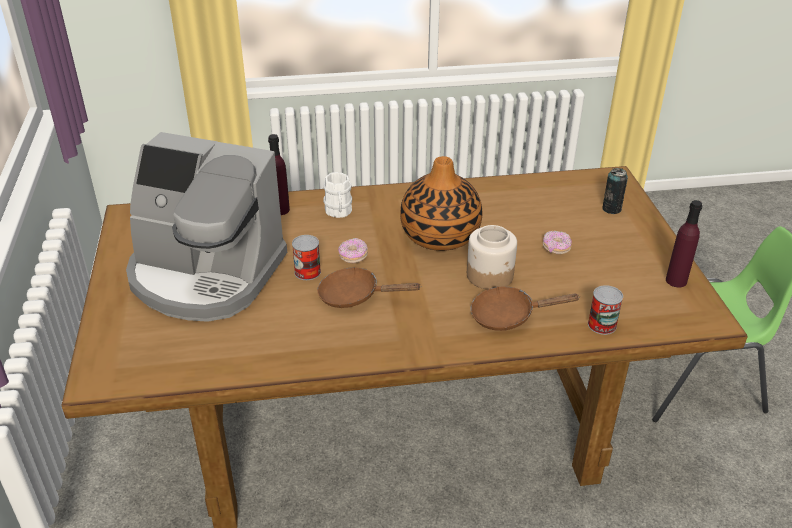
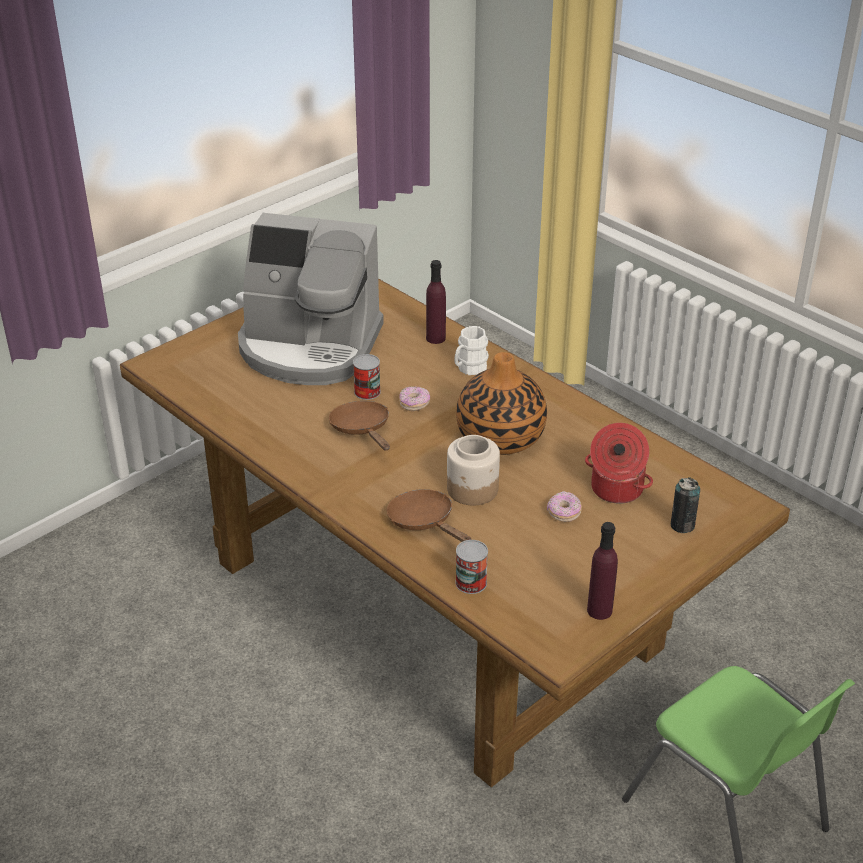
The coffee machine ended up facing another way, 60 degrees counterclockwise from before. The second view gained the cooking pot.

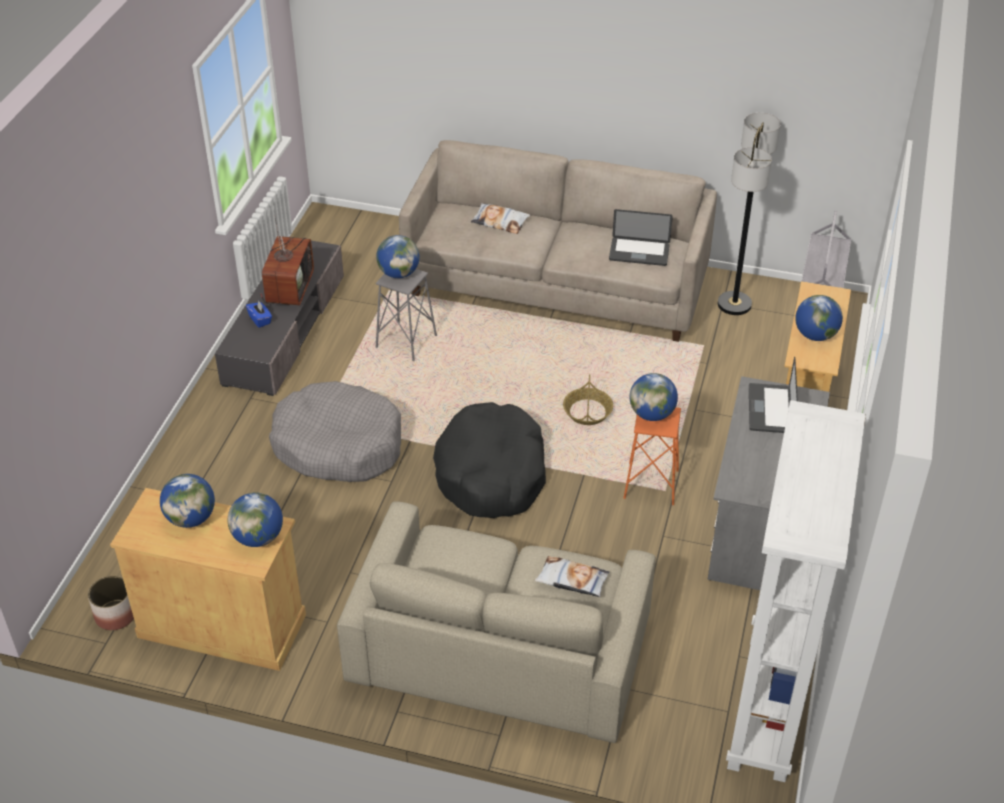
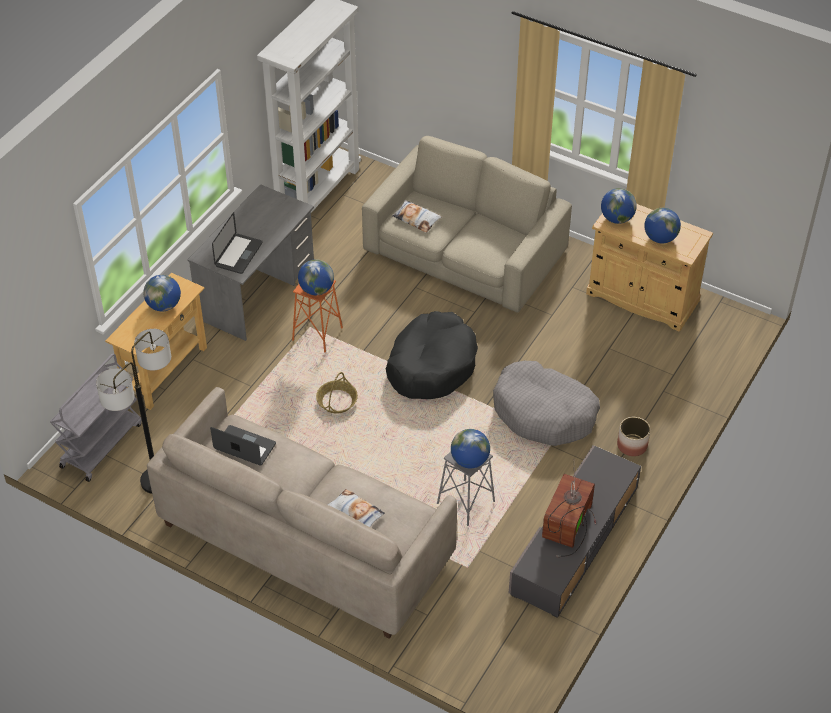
The planter ended up elsewhere. The second view lost the blue tissue box.

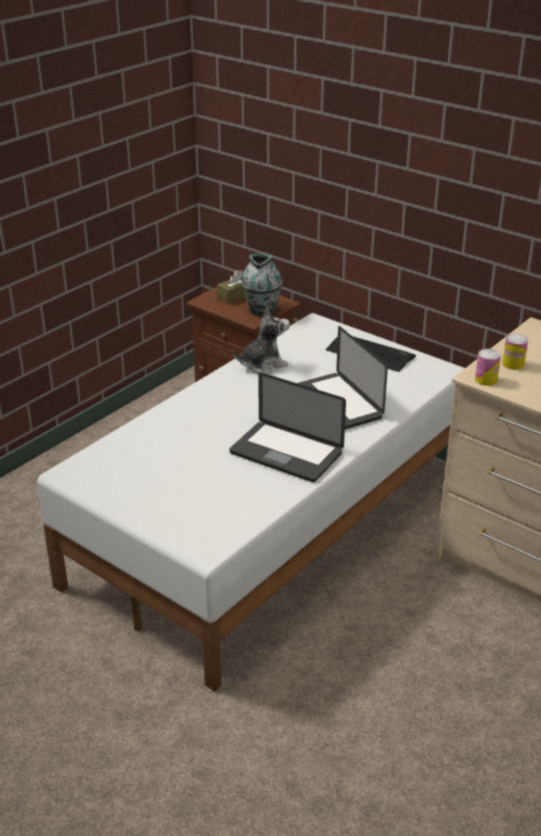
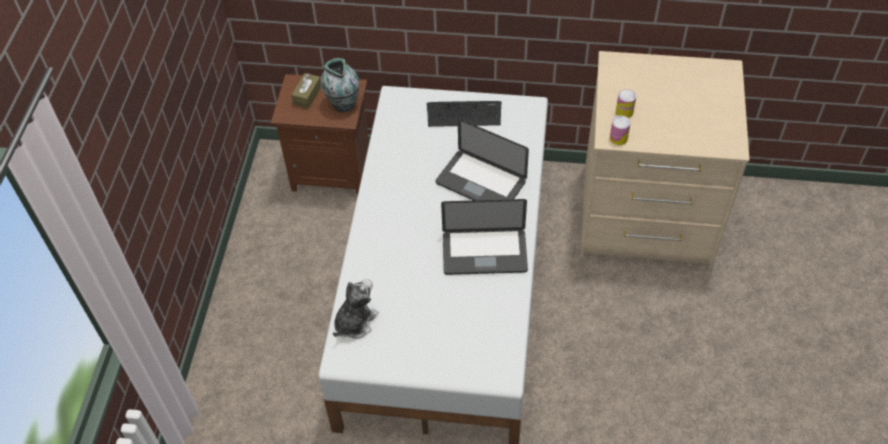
The plush toy ended up elsewhere.

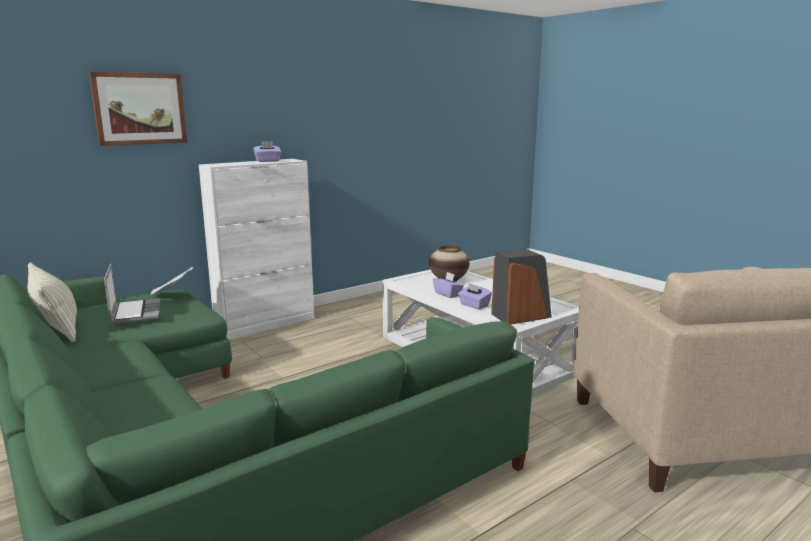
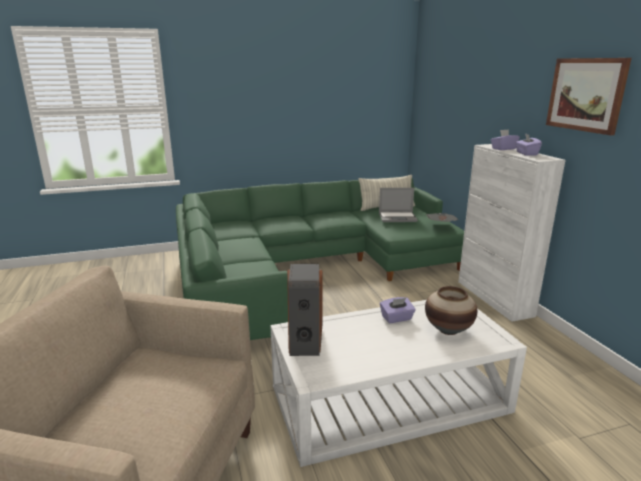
The purple tissue box (3rd from left in the first image) ended up elsewhere. The picture ended up elsewhere.

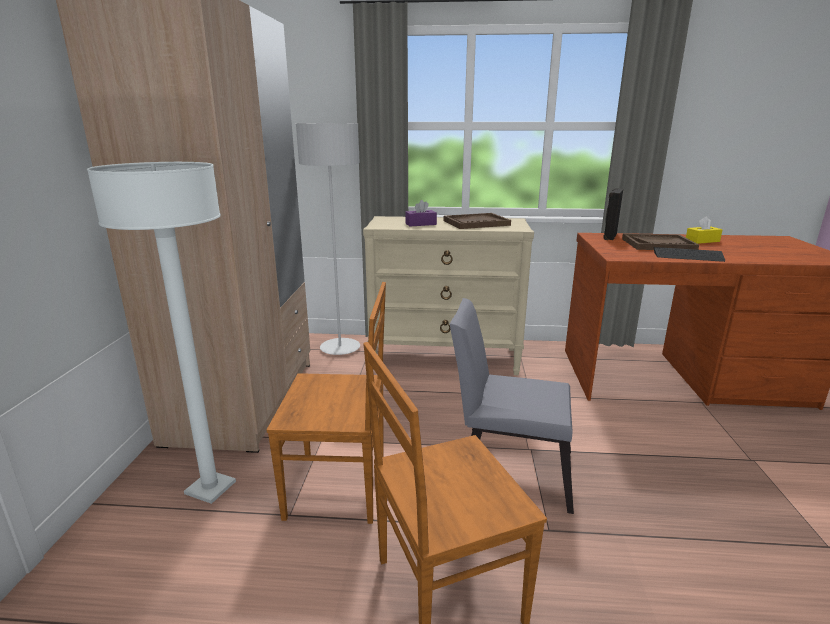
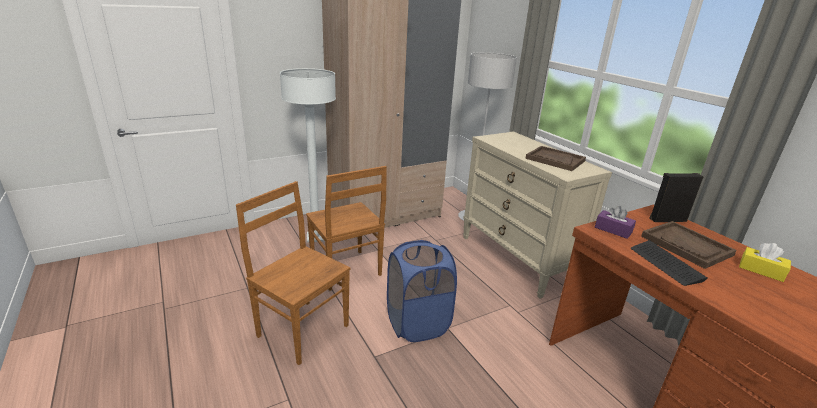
Where the grey chair stood, the blue laundry basket came to stand. The purple tissue box ended up elsewhere.

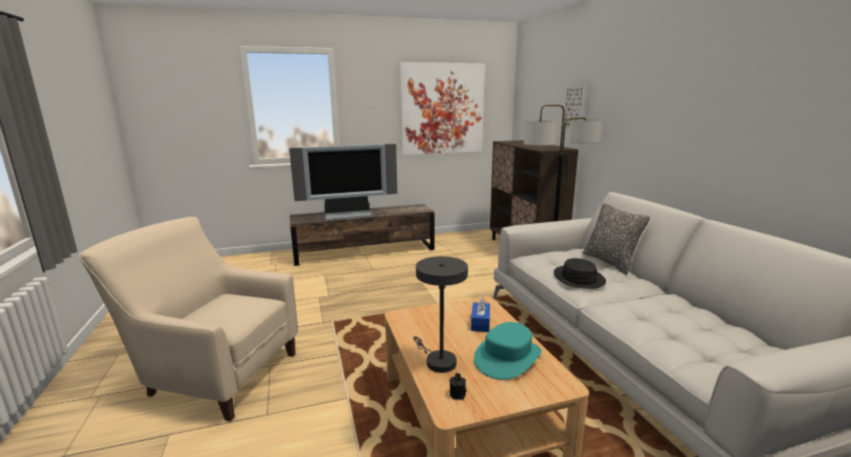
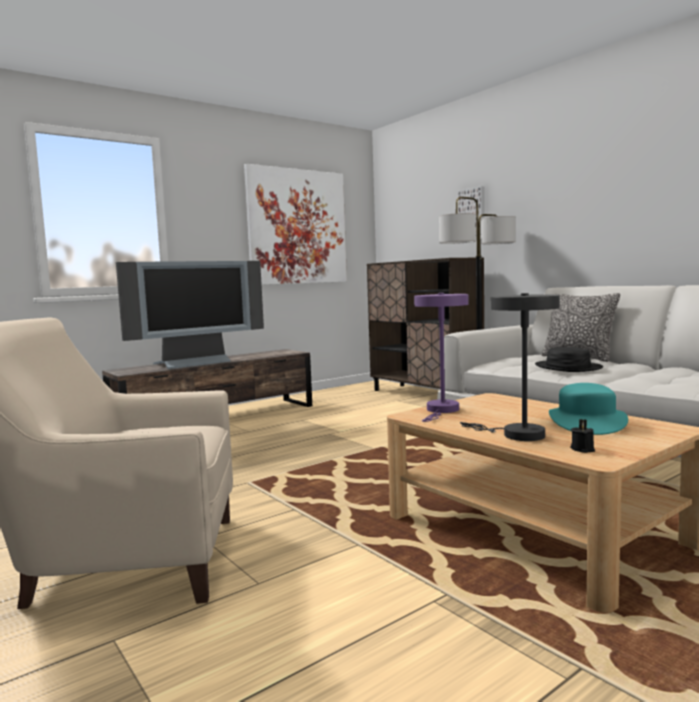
The second view gained the purple table lamp. The second view lost the blue tissue box.

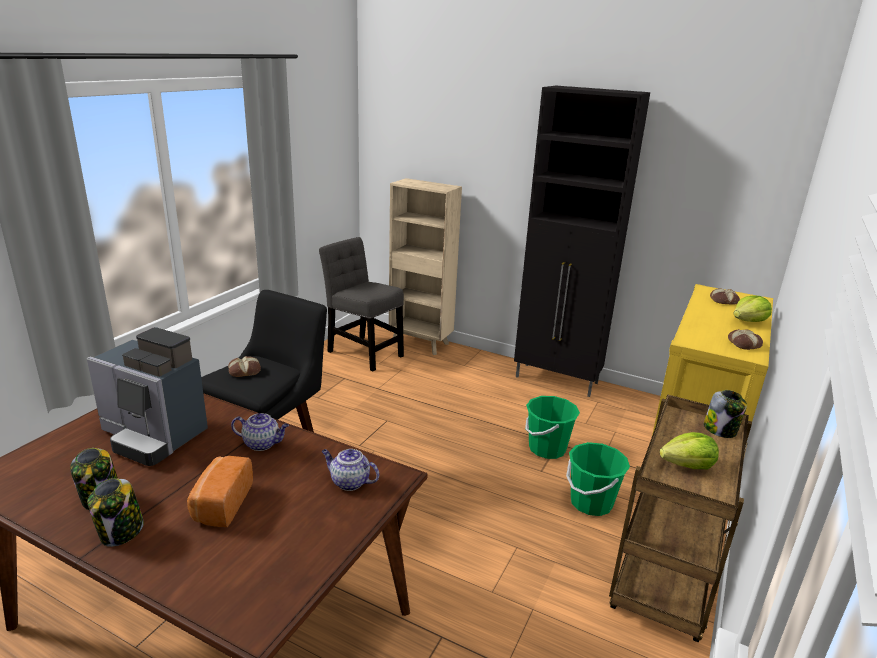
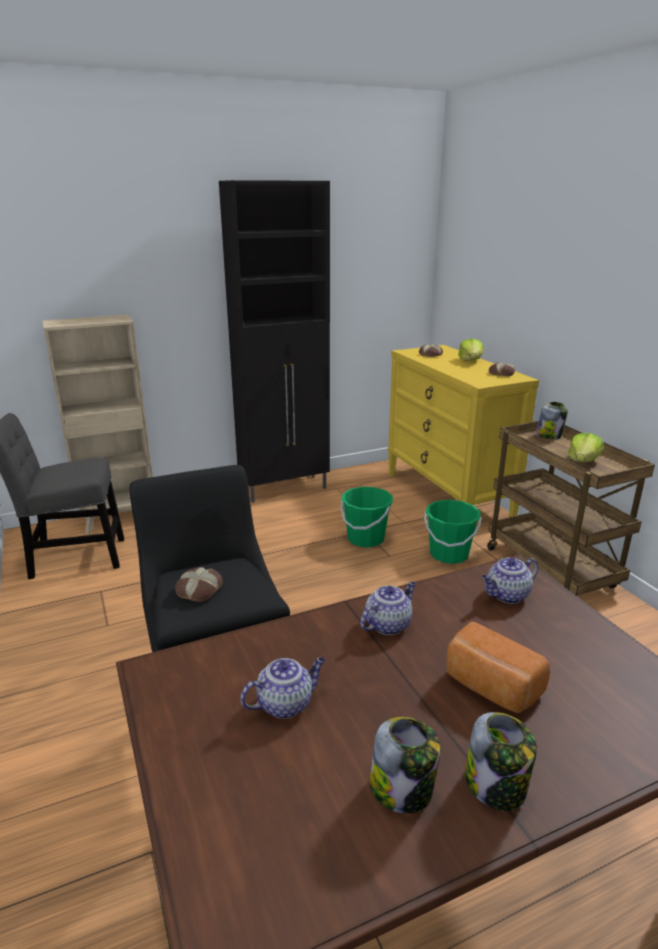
Where the coffee machine stood, the teapot (1st from left) came to stand.

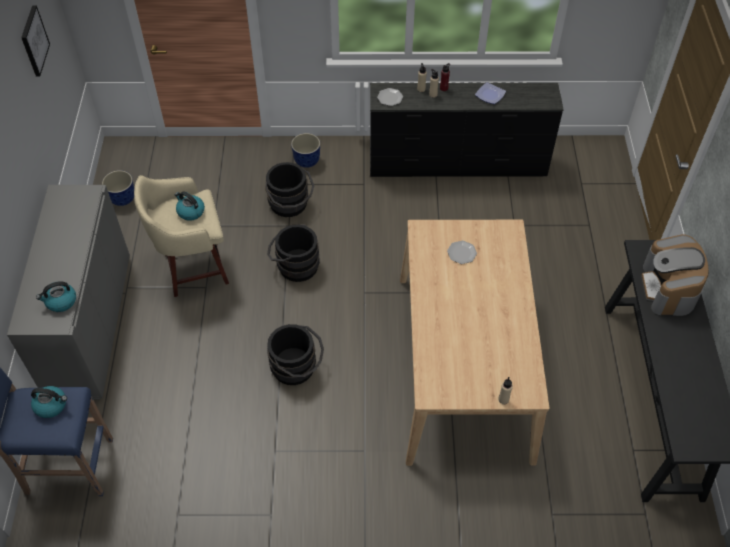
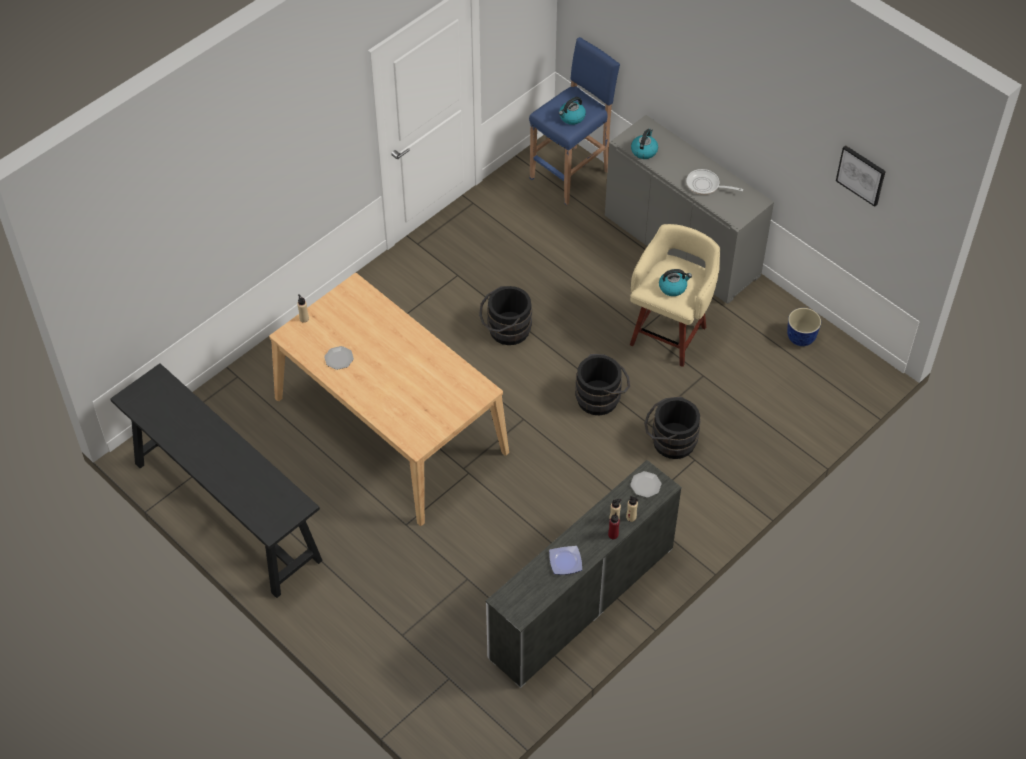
The plate (2nd from left in the first image) ended up elsewhere. What was the black dresser turned into the white dresser. The second view gained the frying pan. The second view lost the planter (2nd from left). The second view lost the coffee machine.

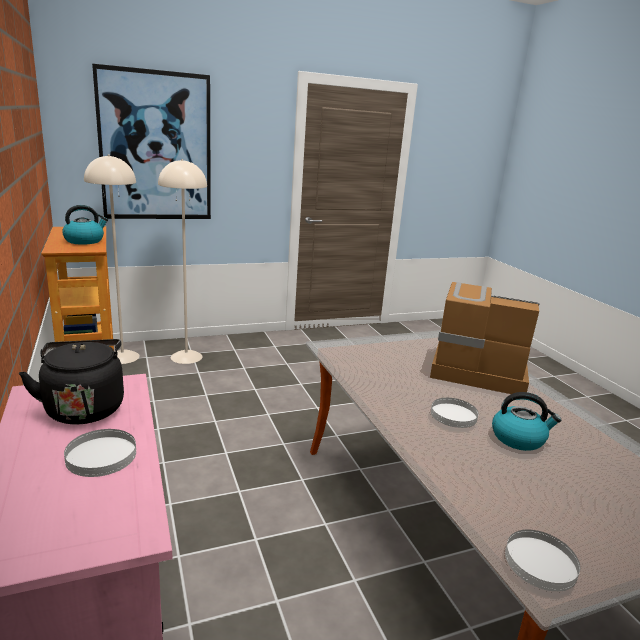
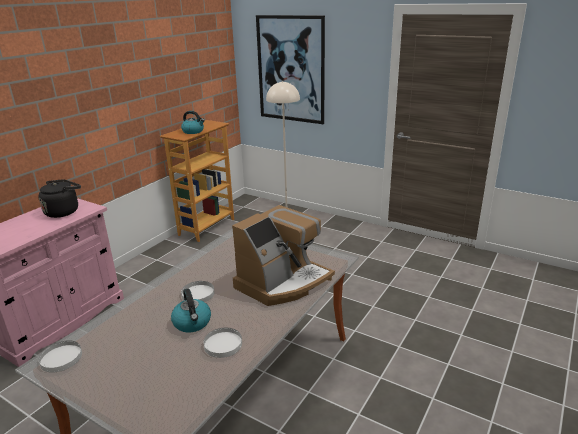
The white plate (1st from left in the first image) ended up elsewhere. The coffee machine ended up facing another way, 60 degrees clockwise from before. The second view lost the beige floor lamp (1st from left).

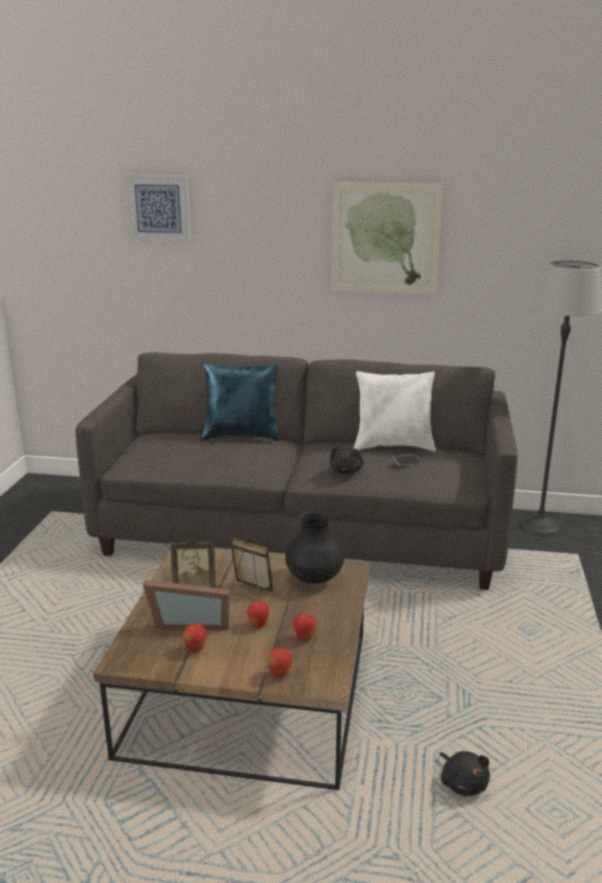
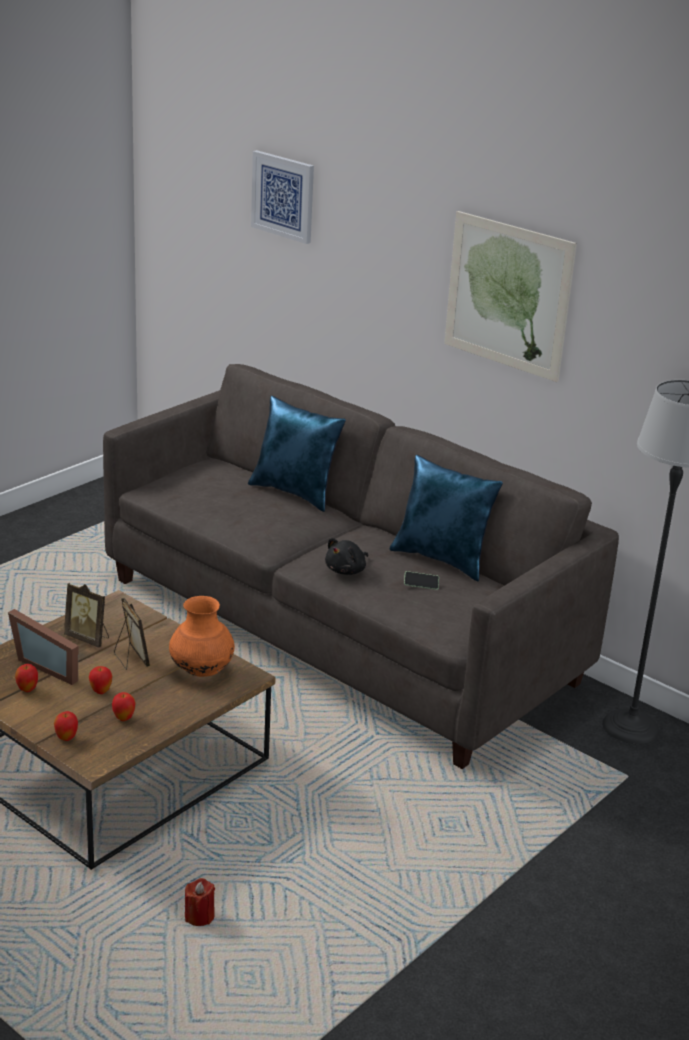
What was the black vase turned into the orange vase. Where the black plush toy (2nd from left) stood, the red candle came to stand. What was the white pillow turned into the blue pillow (2nd from left).

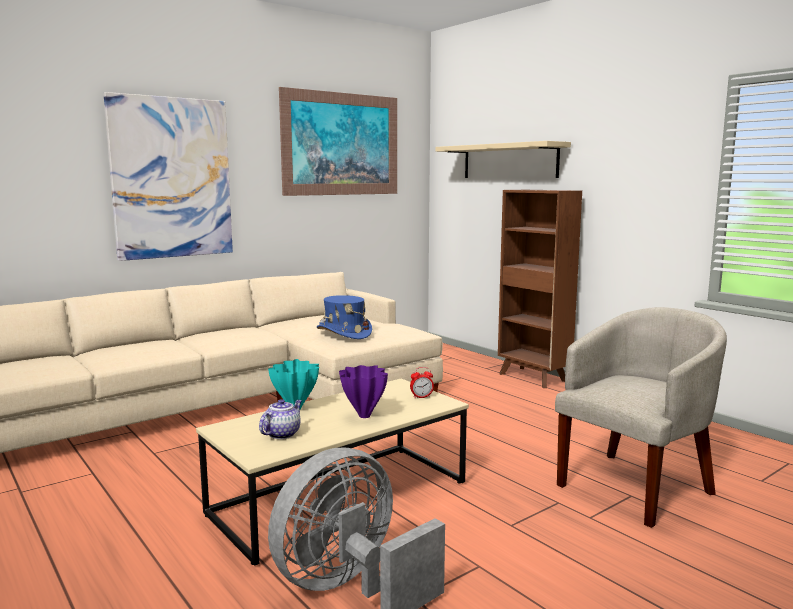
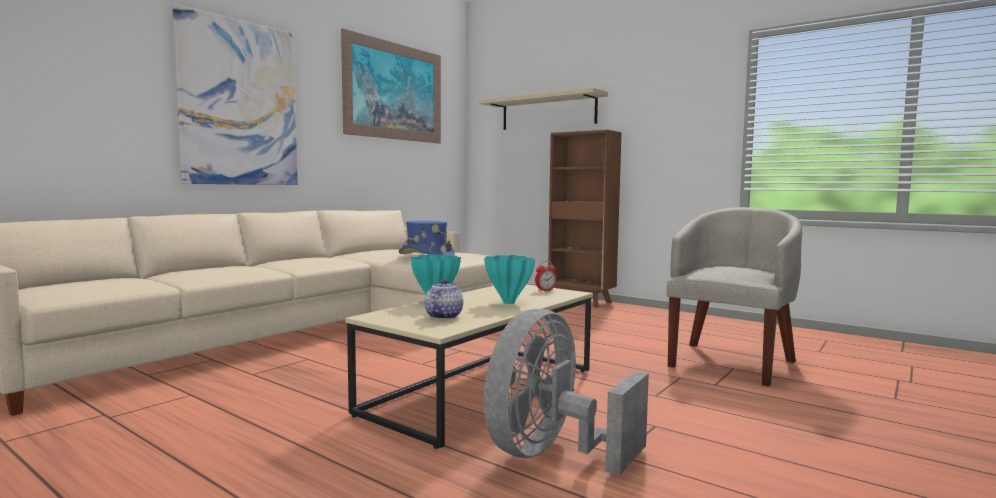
What was the purple vase turned into the turquoise vase (2nd from left).

